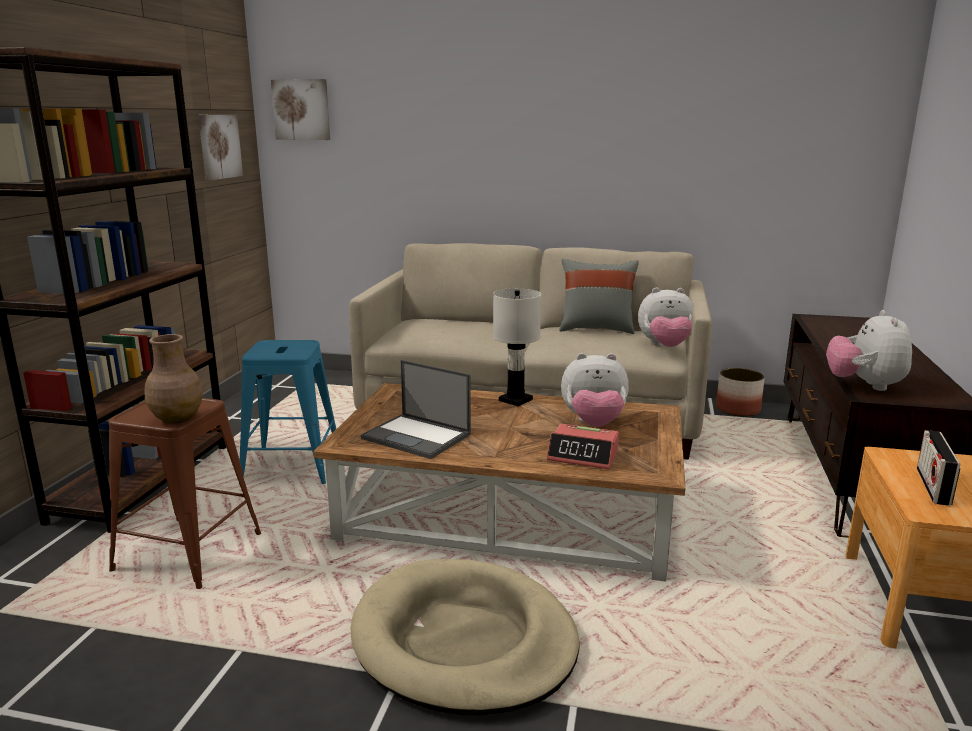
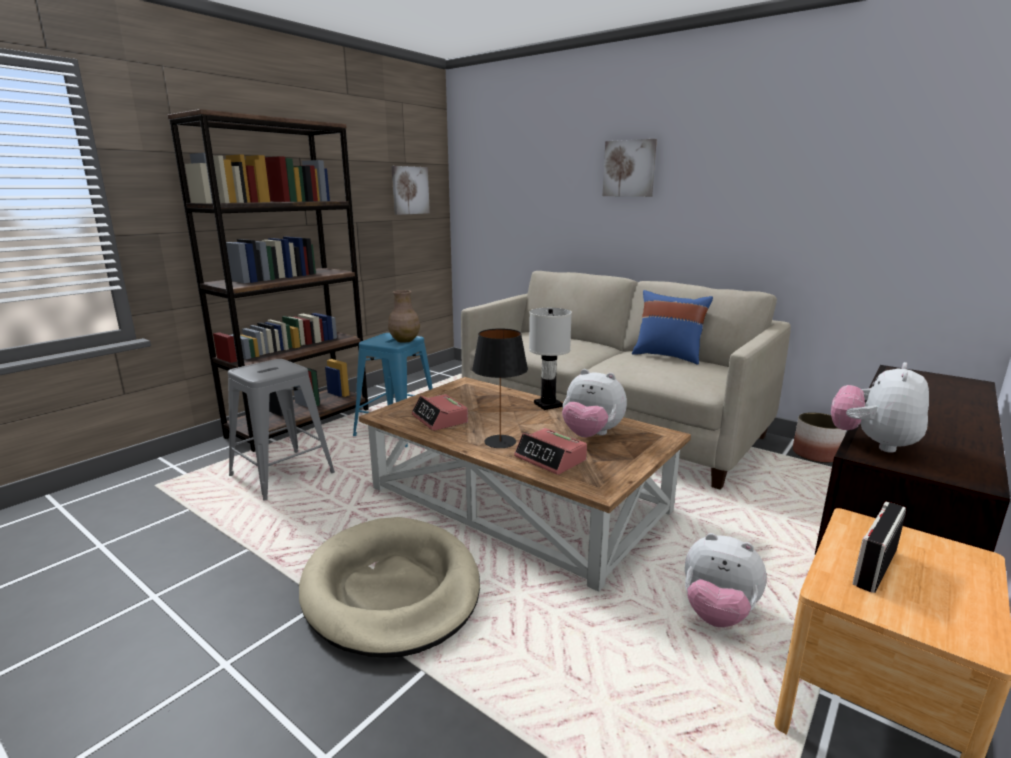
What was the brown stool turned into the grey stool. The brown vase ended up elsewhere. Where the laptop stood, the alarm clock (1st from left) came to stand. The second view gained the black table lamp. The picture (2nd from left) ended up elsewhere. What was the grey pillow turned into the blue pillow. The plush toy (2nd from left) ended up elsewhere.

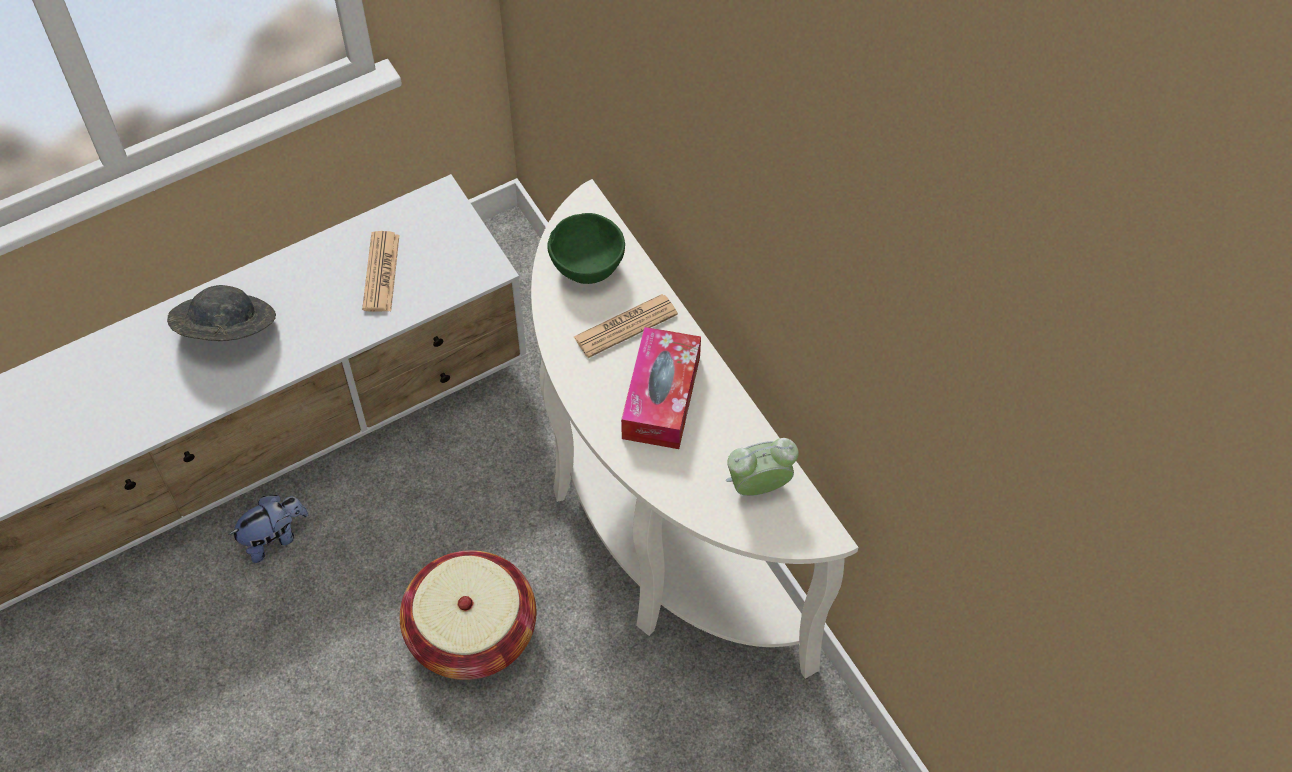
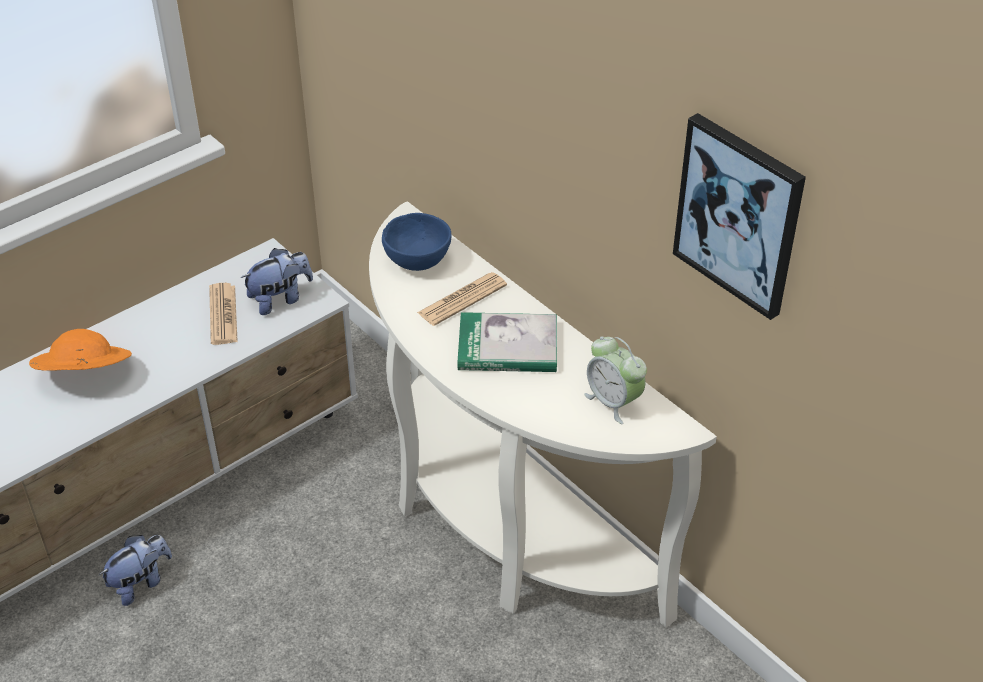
What was the grey hat turned into the orange hat. The second view gained the plush toy (2nd from left). What was the green bowl turned into the blue bowl. Where the tissue box stood, the book came to stand. The alarm clock ended up facing another way, 105 degrees counterclockwise from before. The second view gained the picture. The second view lost the basket.

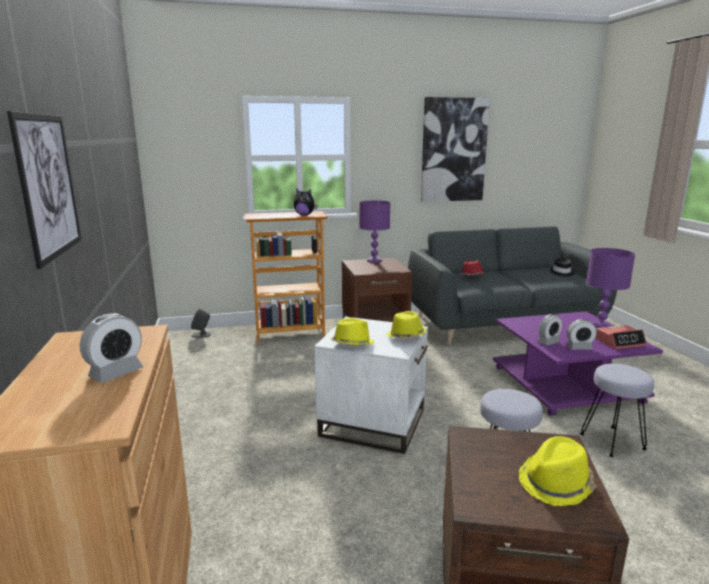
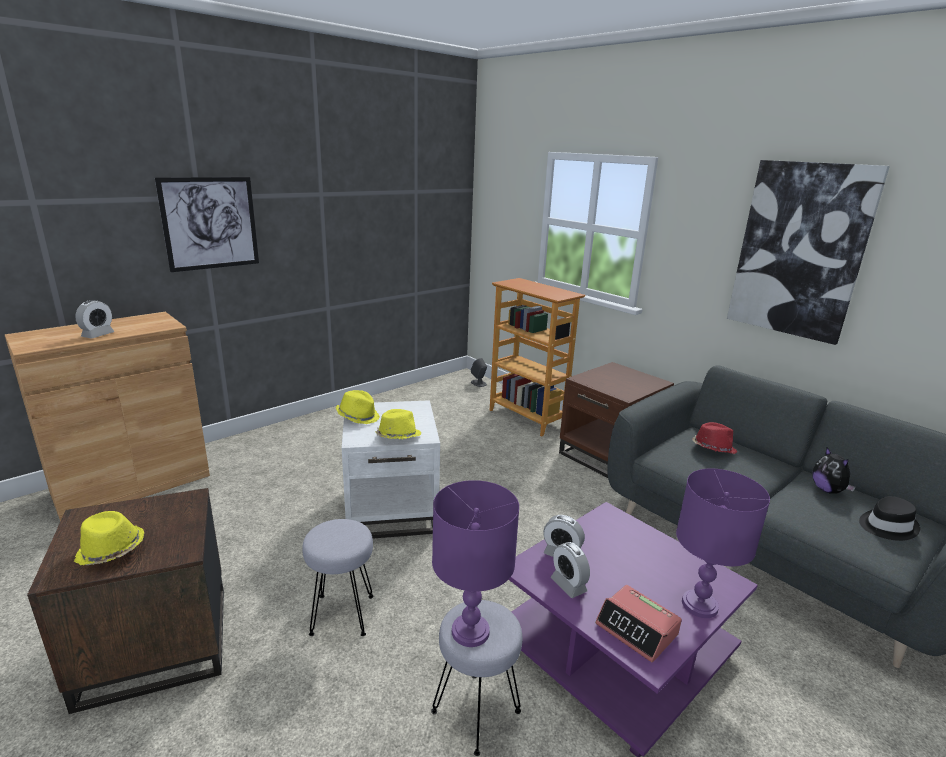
The alarm clock (1st from left) ended up facing another way, 75 degrees counterclockwise from before. The purple table lamp (1st from left) ended up elsewhere. The plush toy ended up elsewhere.

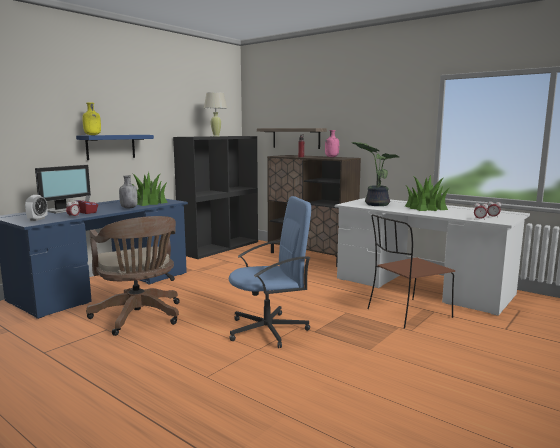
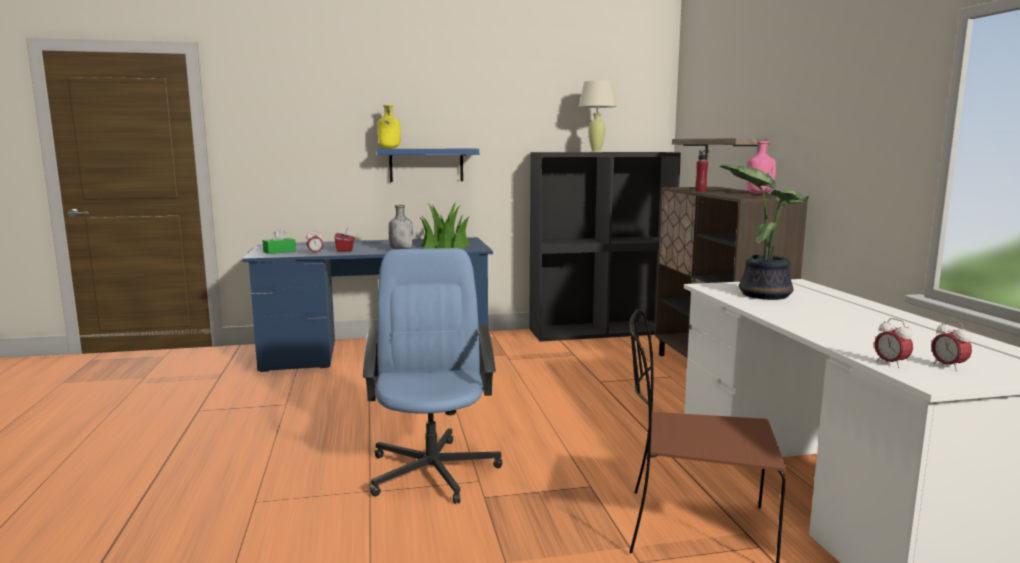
Where the alarm clock (1st from left) stood, the green tissue box came to stand. The blue office chair ended up facing another way, 120 degrees counterclockwise from before. The second view lost the monitor. The second view lost the brown office chair. The second view lost the potted plant (3rd from left).

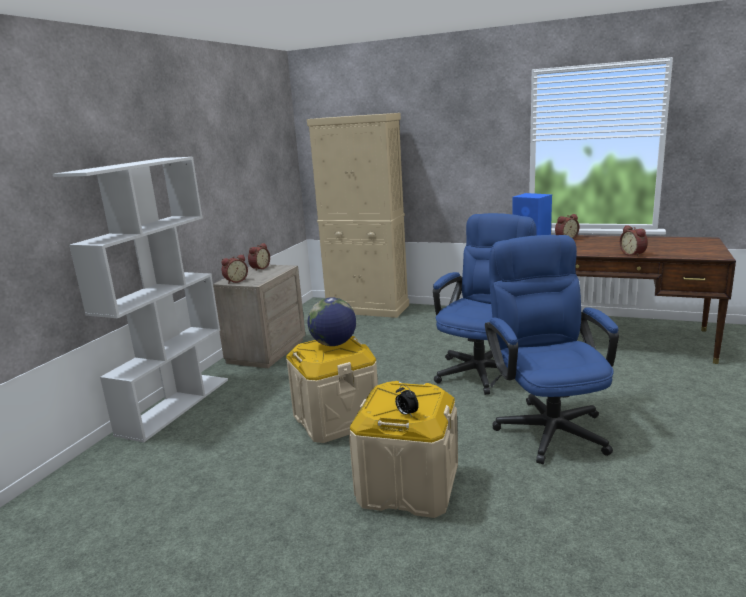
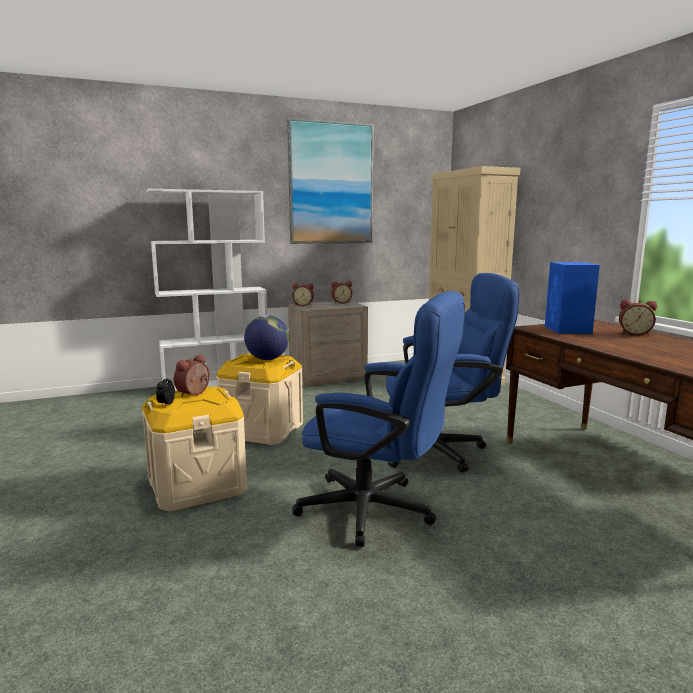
The alarm clock (5th from left in the first image) ended up elsewhere. The second view gained the picture. The blue office chair (2nd from left in the first image) ended up facing another way, 75 degrees clockwise from before.

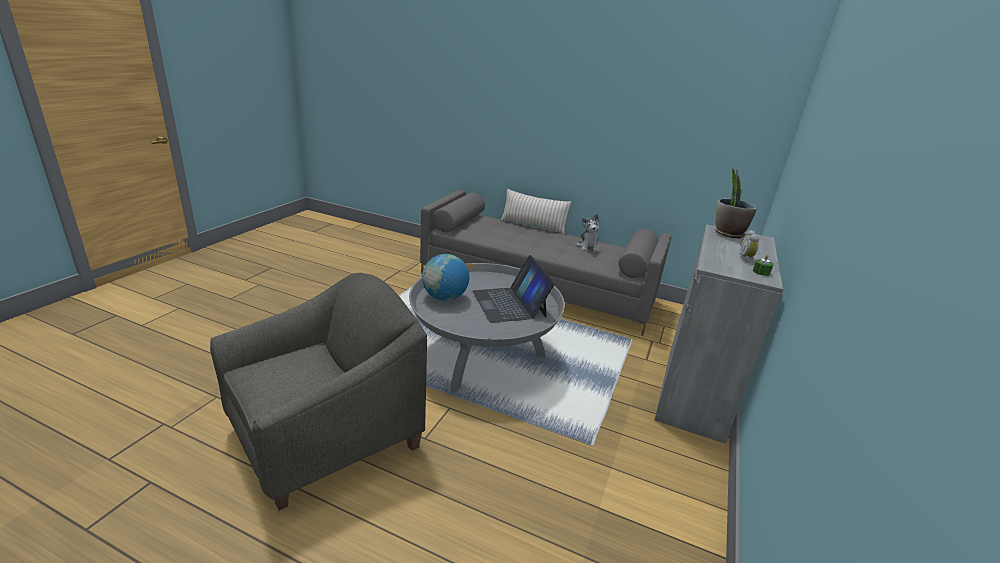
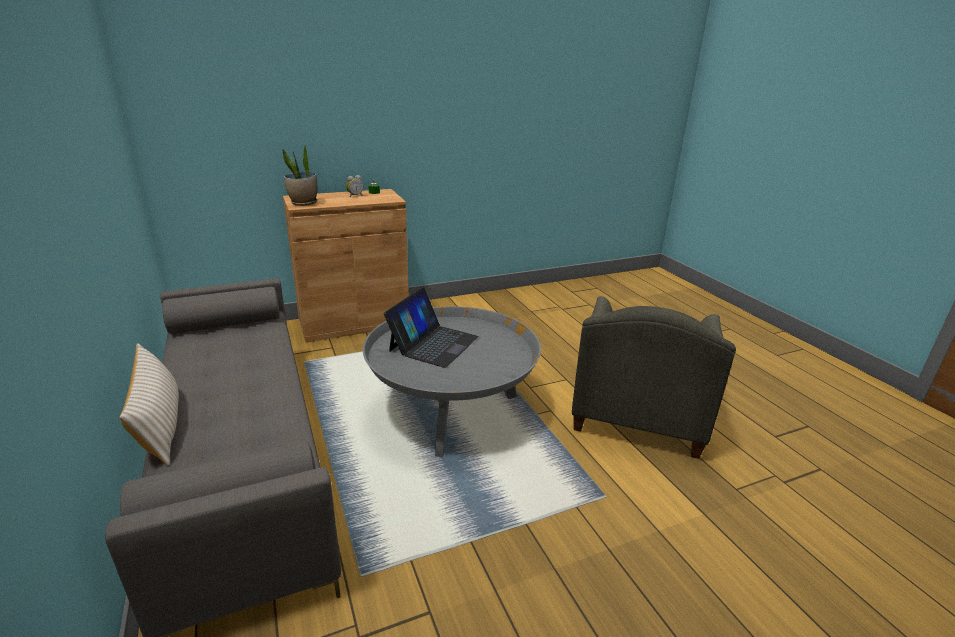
What was the grey cabinet turned into the brown cabinet. The grey armchair ended up facing another way, 75 degrees counterclockwise from before. The second view lost the globe. The second view lost the plush toy.

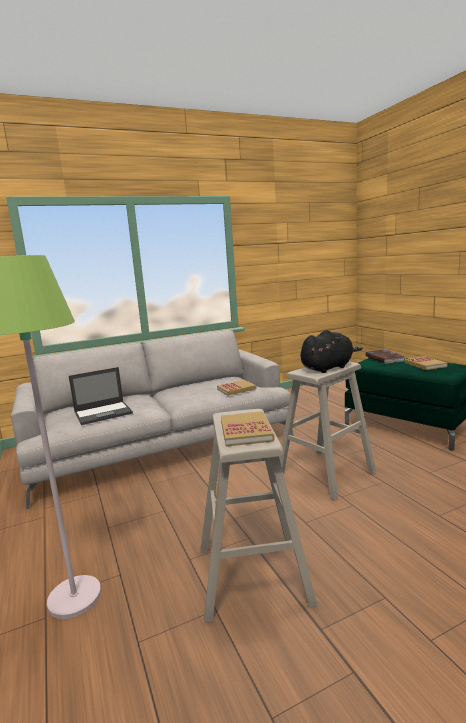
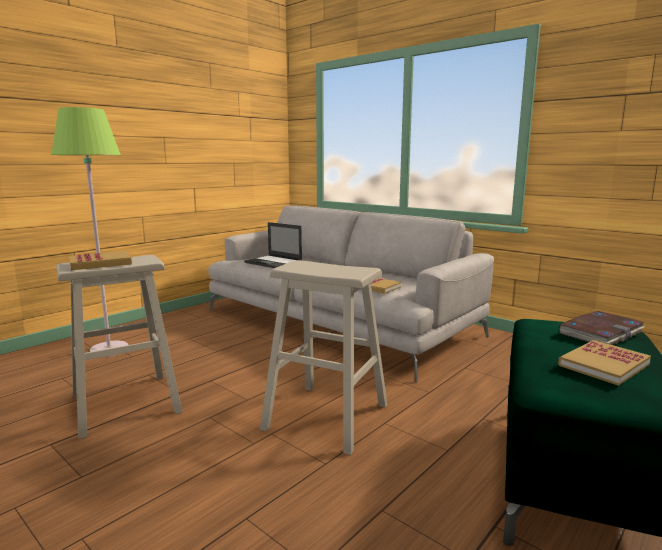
The second view lost the black plush toy.

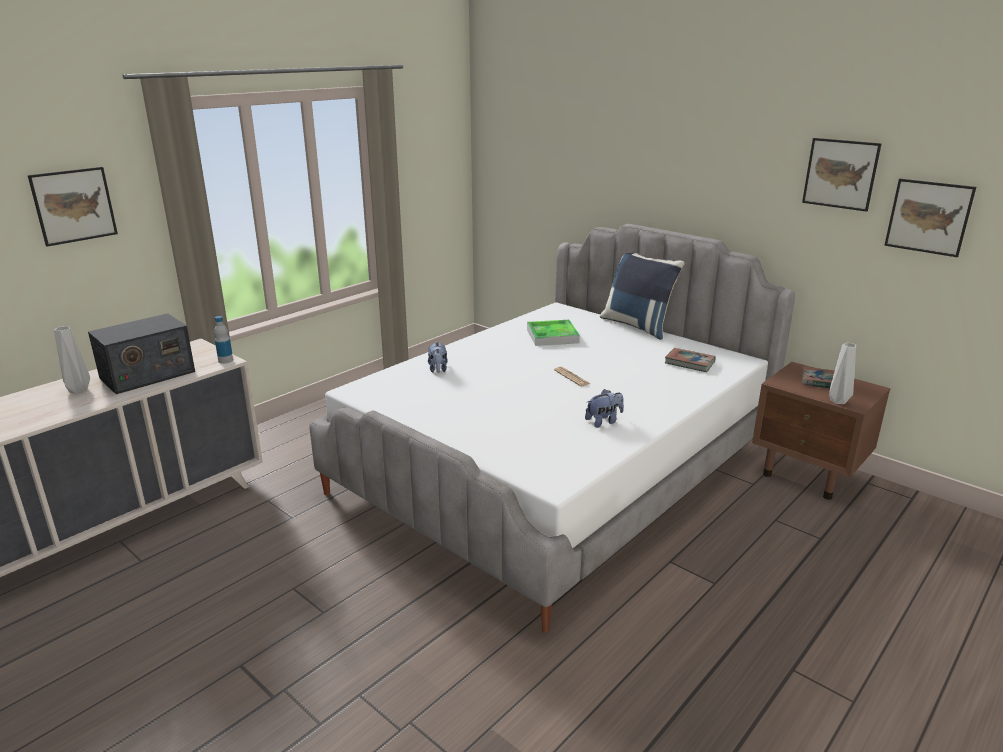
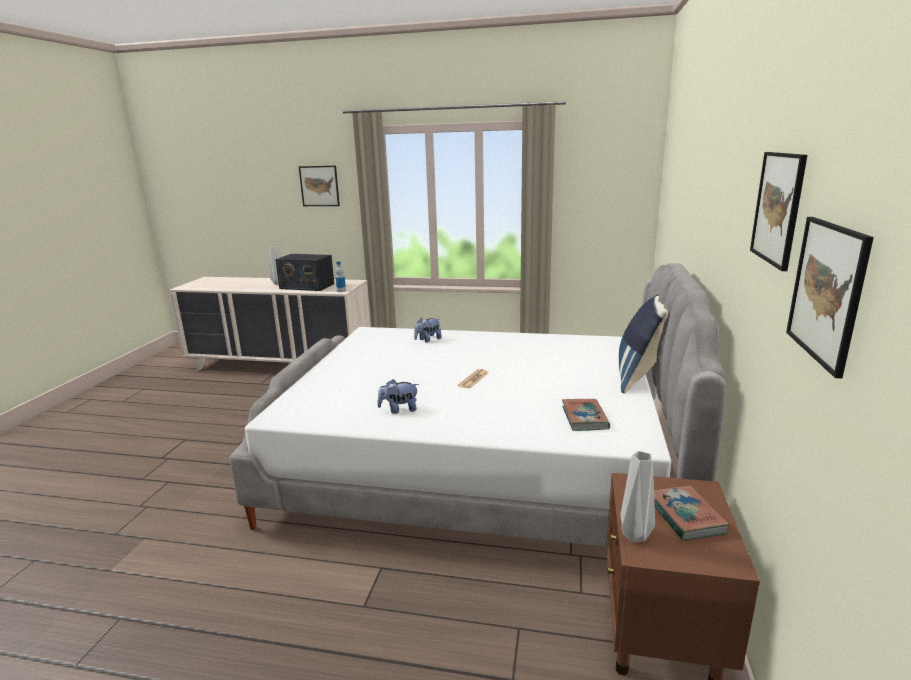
The plush toy (2nd from left in the first image) ended up facing another way, 135 degrees clockwise from before. The second view lost the tray.

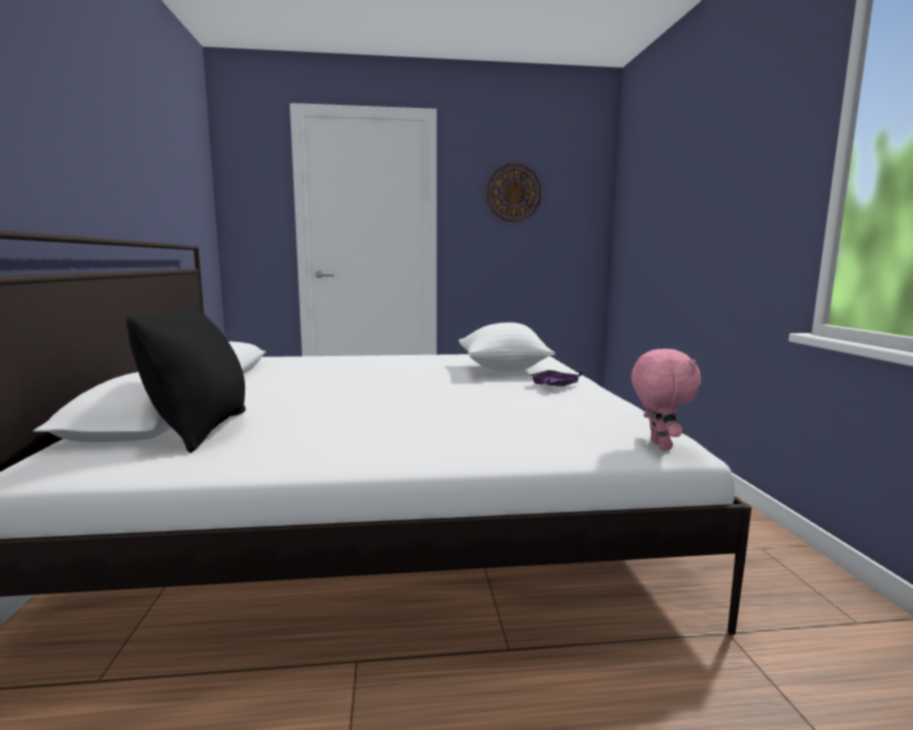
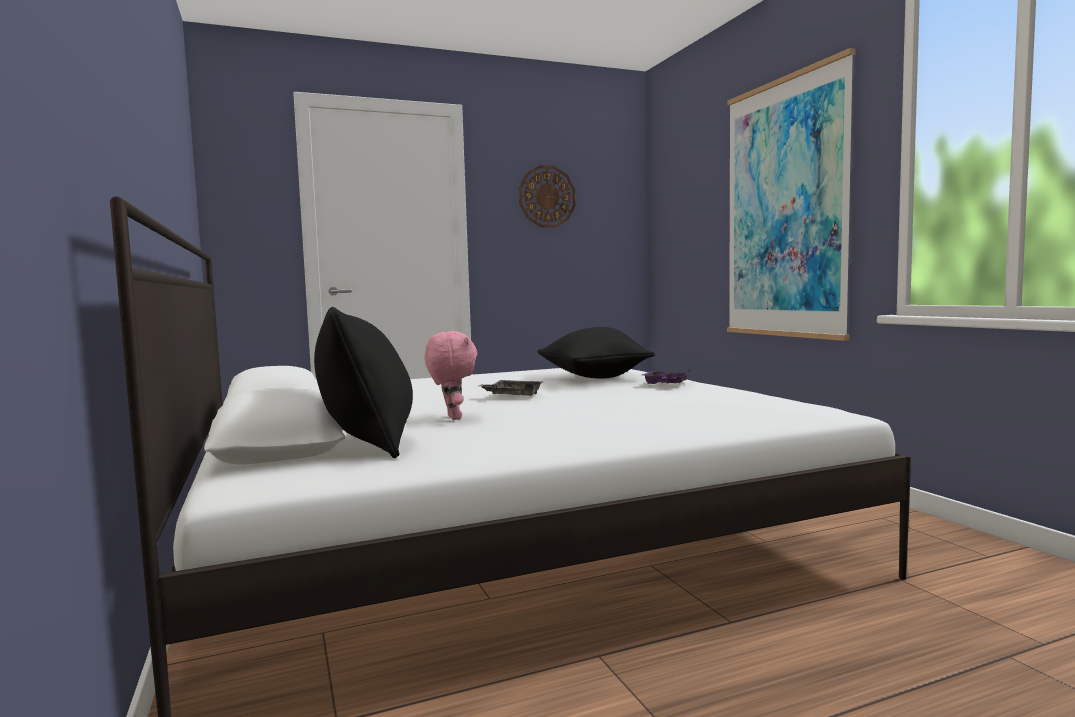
The pink plush toy ended up elsewhere. The second view gained the grey tray. What was the white pillow turned into the black pillow (2nd from left). The second view gained the picture.

